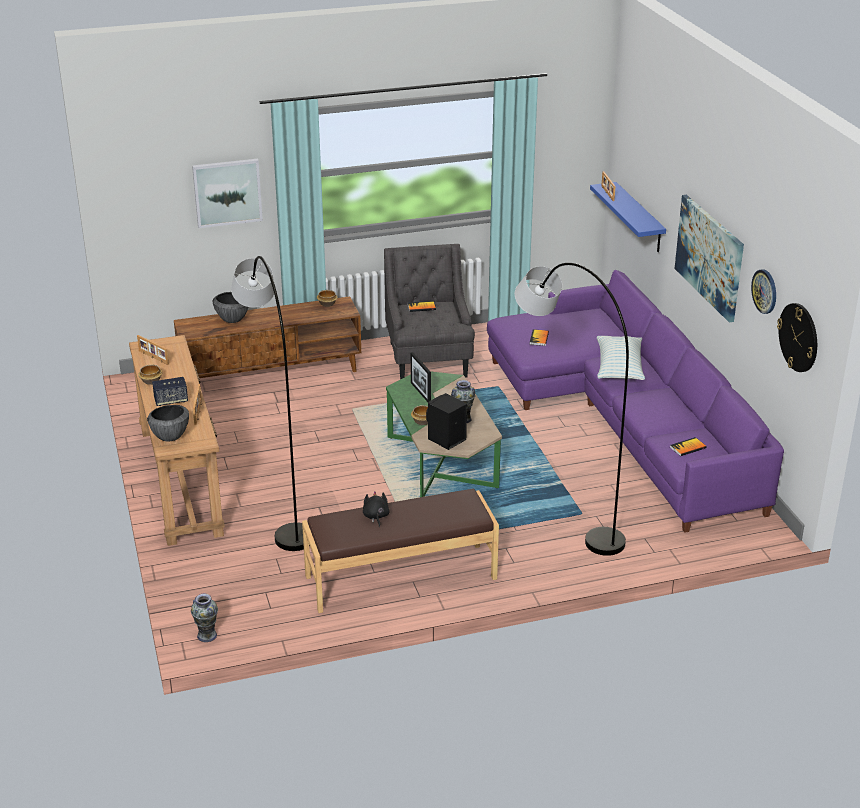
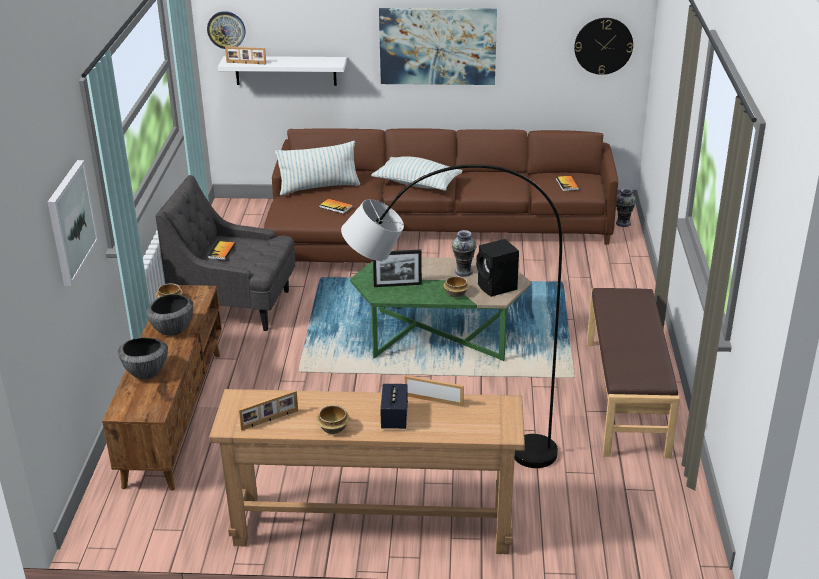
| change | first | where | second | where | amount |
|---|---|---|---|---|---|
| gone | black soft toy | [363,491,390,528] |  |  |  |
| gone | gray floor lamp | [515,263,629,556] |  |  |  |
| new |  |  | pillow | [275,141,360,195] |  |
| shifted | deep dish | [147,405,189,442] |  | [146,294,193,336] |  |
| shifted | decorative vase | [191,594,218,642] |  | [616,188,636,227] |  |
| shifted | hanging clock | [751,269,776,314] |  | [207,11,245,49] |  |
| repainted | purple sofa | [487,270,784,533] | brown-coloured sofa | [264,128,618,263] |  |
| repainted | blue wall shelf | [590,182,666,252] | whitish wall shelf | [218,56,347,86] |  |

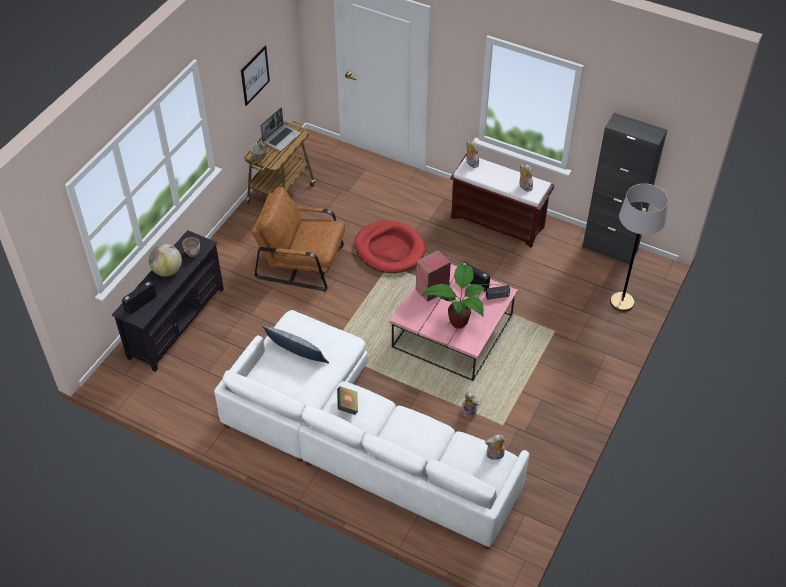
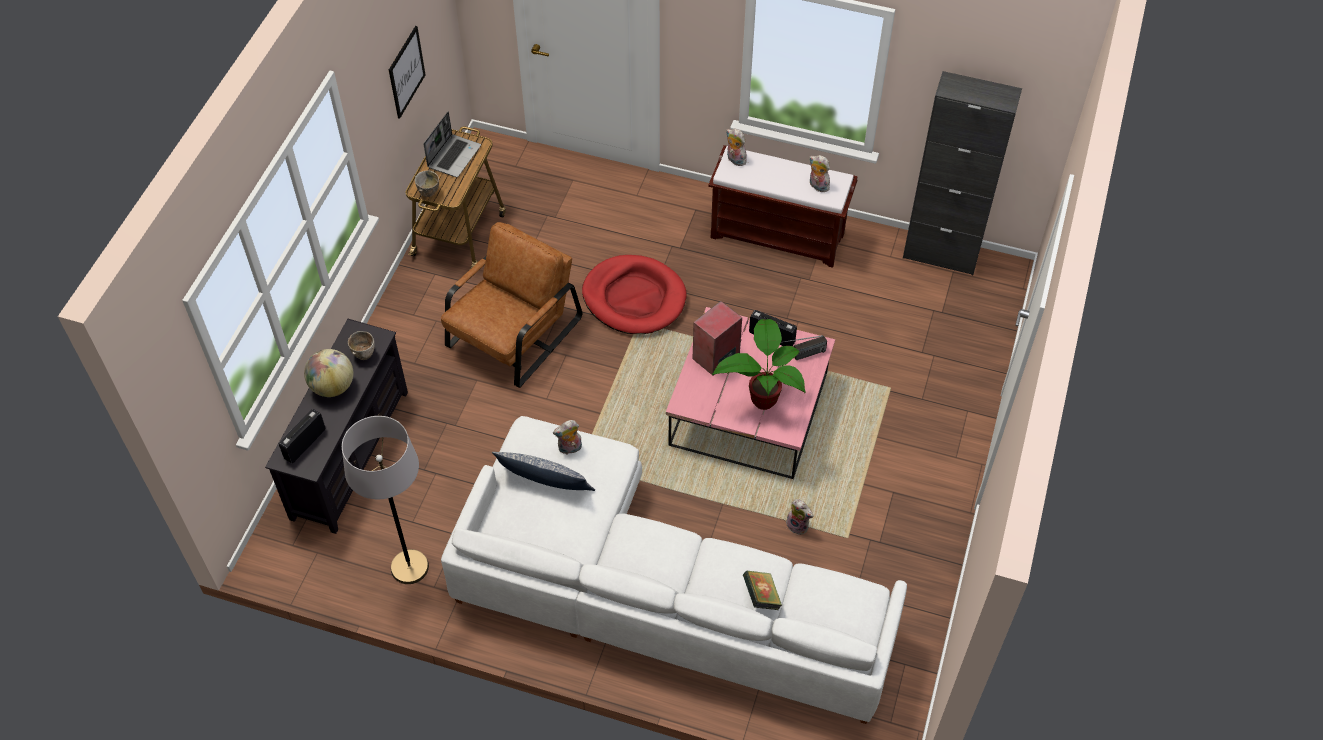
| change | first | where | second | where | amount |
|---|---|---|---|---|---|
| shifted | volume | [337,386,358,415] |  | [743,571,782,610] |  |
| shifted | soft toy | [485,435,505,460] |  | [553,420,582,455] |  |
| shifted | gray floor lamp | [610,183,668,312] |  | [342,416,429,584] |  |
| rotated | brown-coloured easy chair | [252,187,345,291] |  | [441,222,582,388] | 120 degrees clockwise |

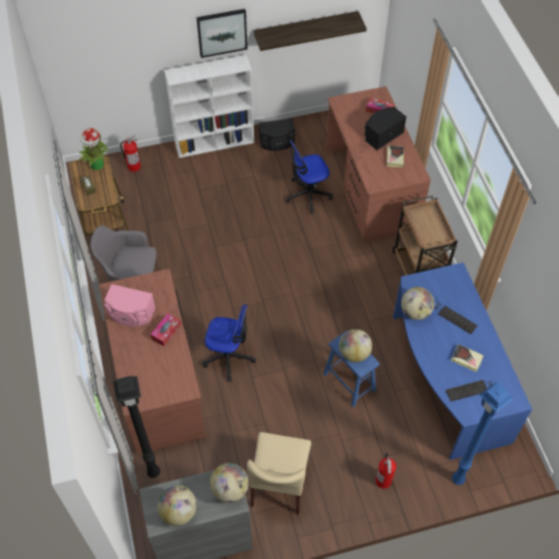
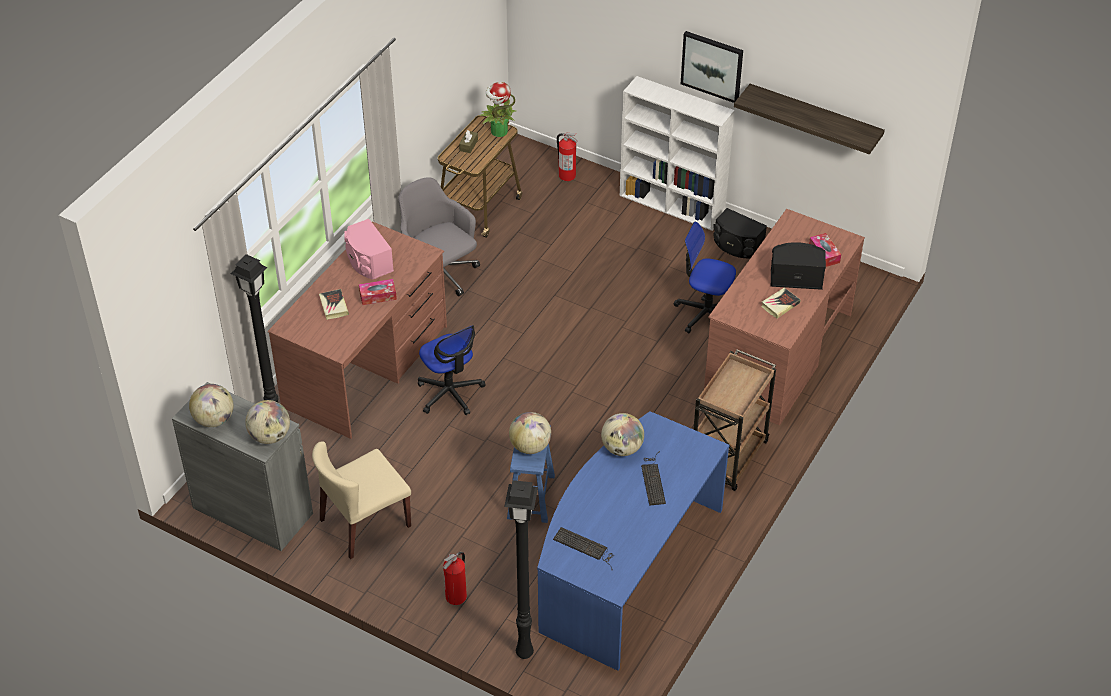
| change | first | where | second | where | amount |
|---|---|---|---|---|---|
| shifted | volume | [451,344,484,372] |  | [319,289,349,320] |  |
| repainted | blue floor lamp | [452,382,514,485] | black floor lamp | [504,480,538,659] |  |

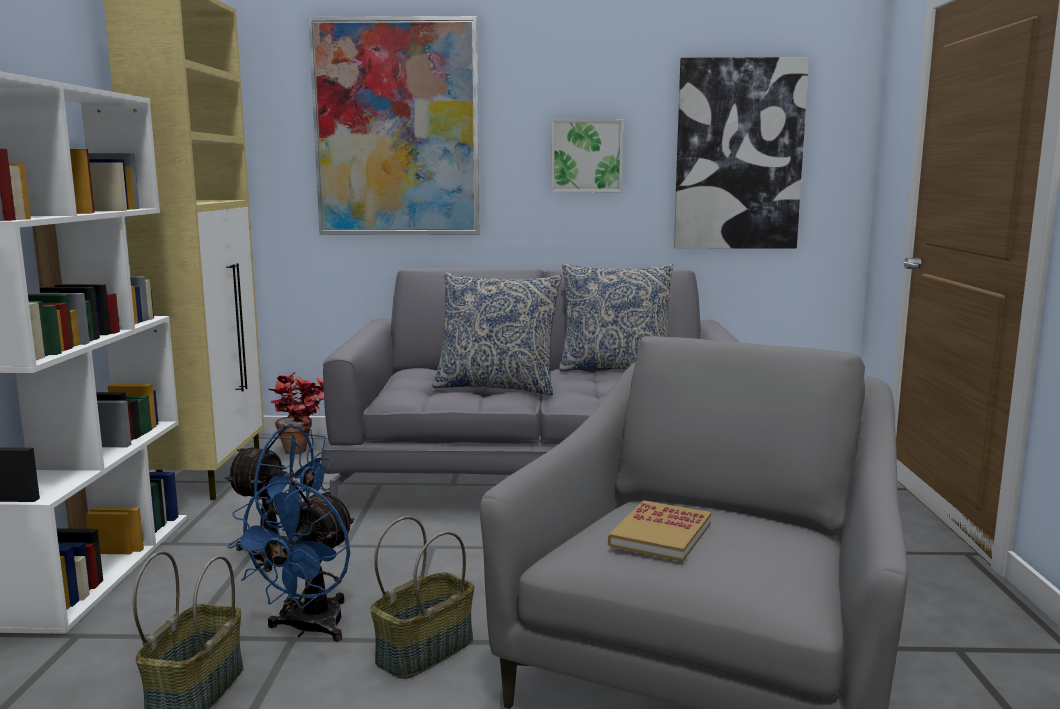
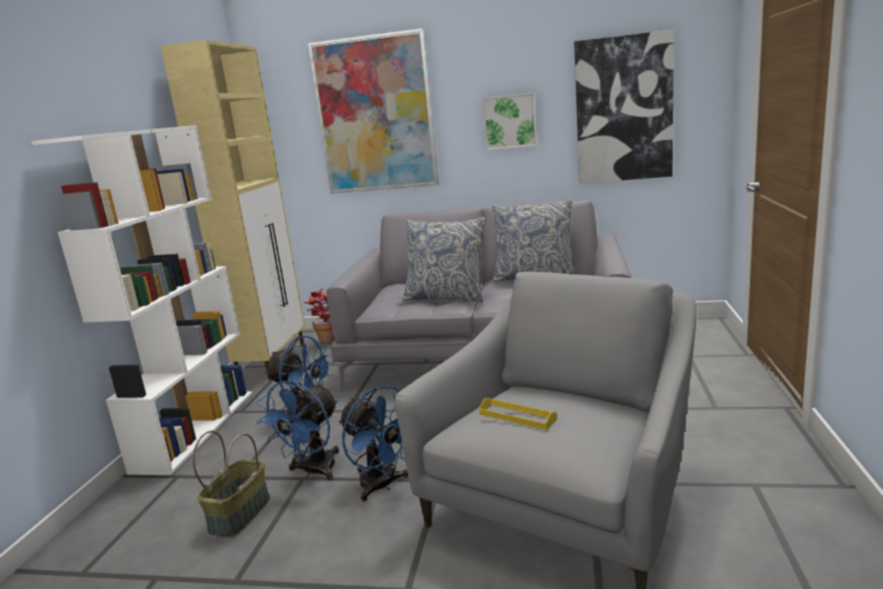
| change | first | where | second | where | amount |
|---|---|---|---|---|---|
| swapped | basket | [370,516,474,679] | blue fan | [339,386,408,502] |  |
| swapped | volume | [608,500,711,562] | yellowish serving tray | [479,398,557,430] |  |

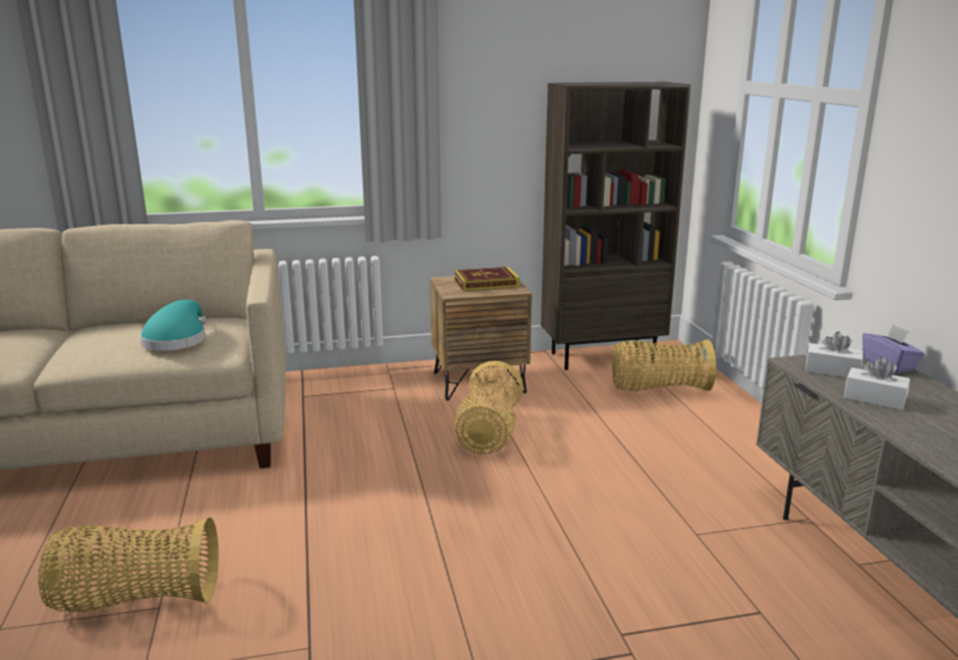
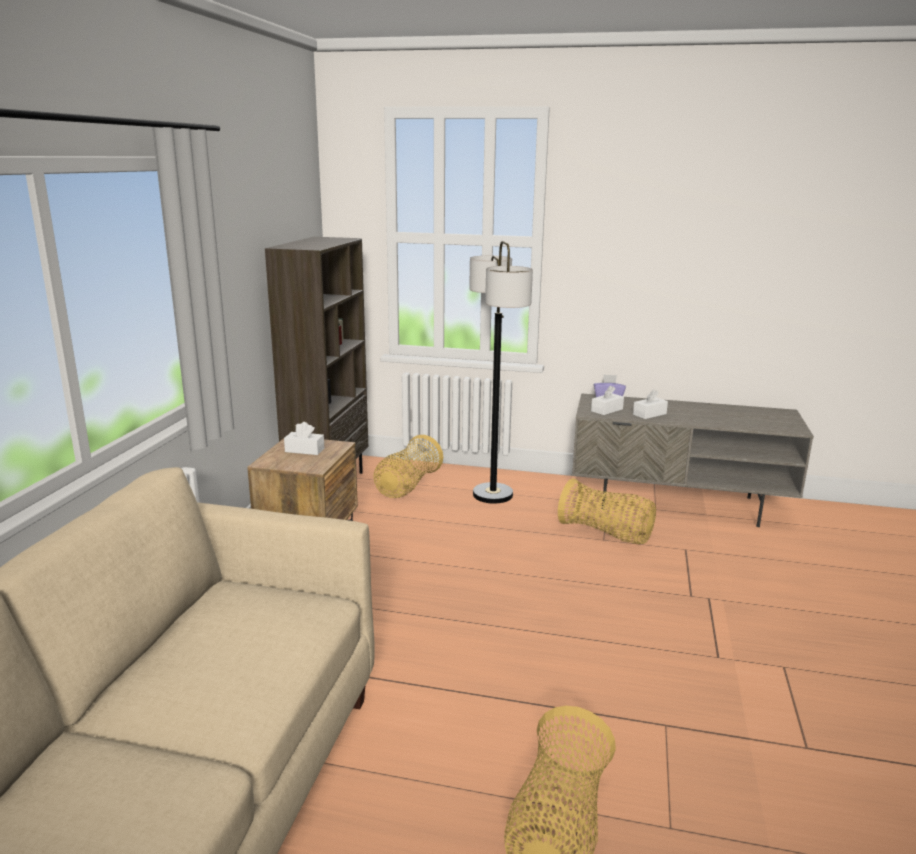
| change | first | where | second | where | amount |
|---|---|---|---|---|---|
| gone | turquoise-coloured hat | [140,300,207,351] |  |  |  |
| new |  |  | floor lamp | [469,241,533,504] |  |
| shifted | basket | [454,361,524,454] |  | [558,478,656,544] |  |
| swapped | volume | [454,267,520,291] | whitish box of tissues | [284,422,324,455] |  |

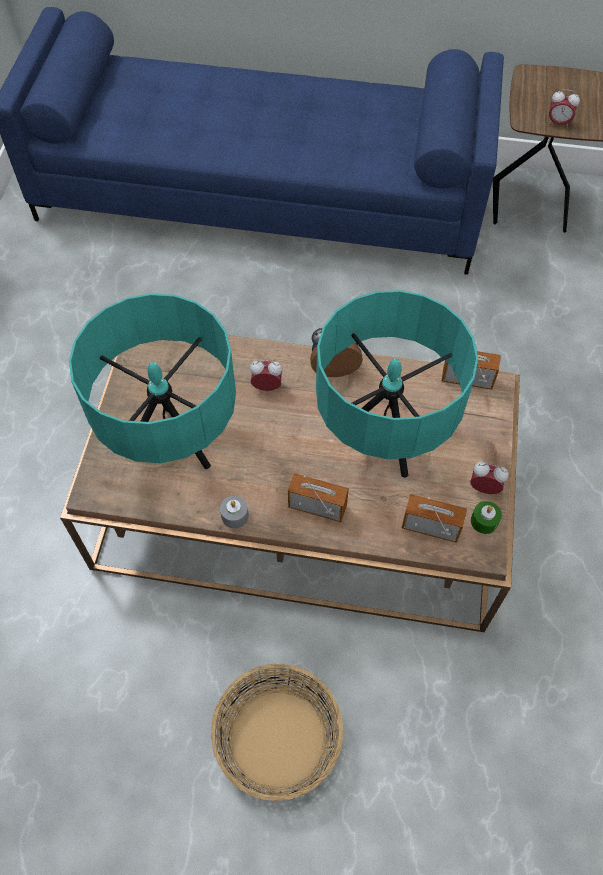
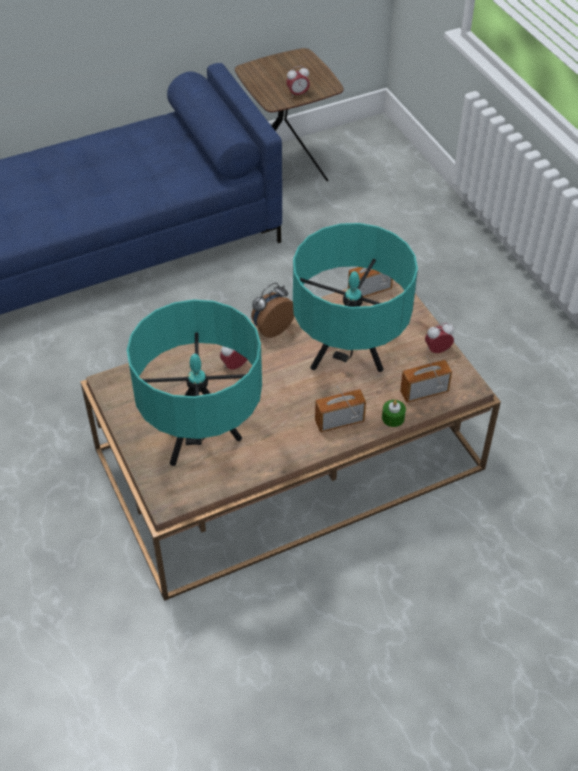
| change | first | where | second | where | amount |
|---|---|---|---|---|---|
| gone | basket | [211,664,343,801] |  |  |  |
| gone | gray wax light | [220,496,249,528] |  |  |  |
| shifted | green wax light | [471,501,502,534] |  | [382,400,406,427] |  |

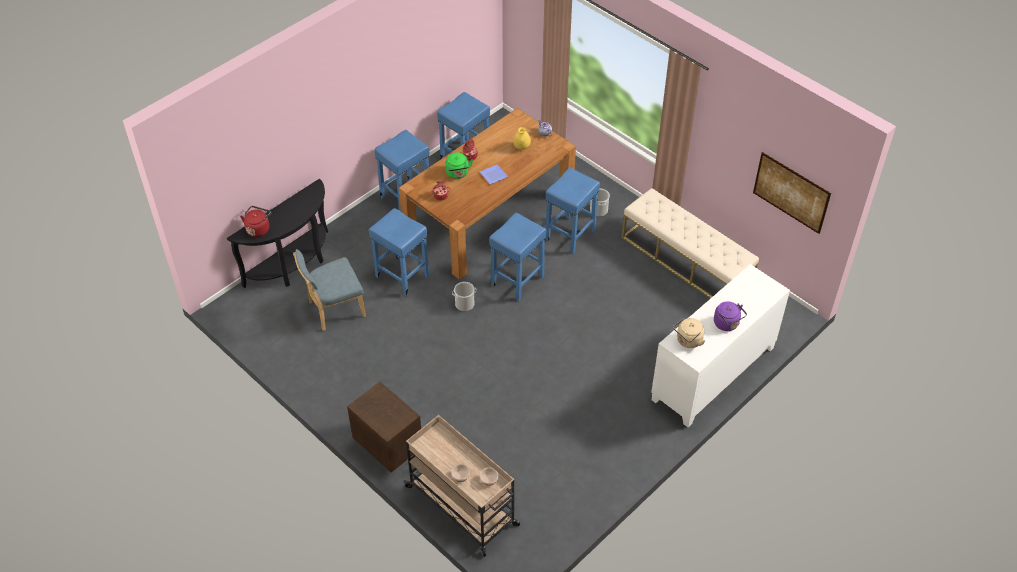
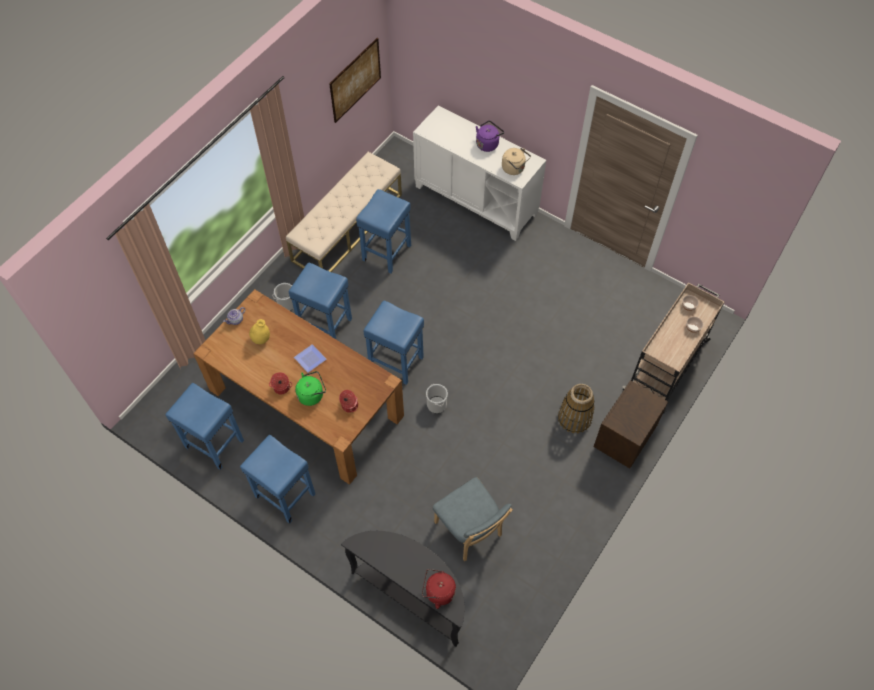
| change | first | where | second | where | amount |
|---|---|---|---|---|---|
| new |  |  | basket | [558,384,595,433] |  |
| shifted | blue stool | [369,208,429,296] |  | [356,189,411,273] |  |

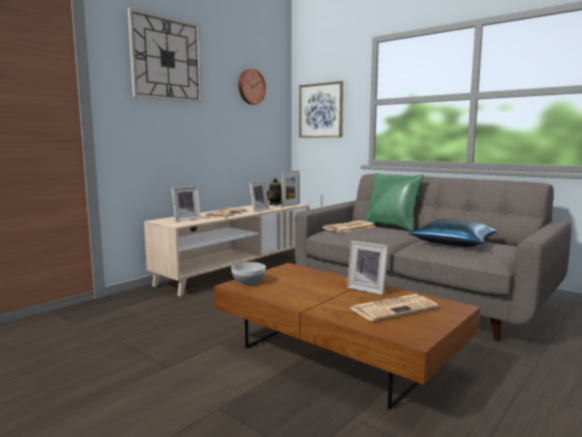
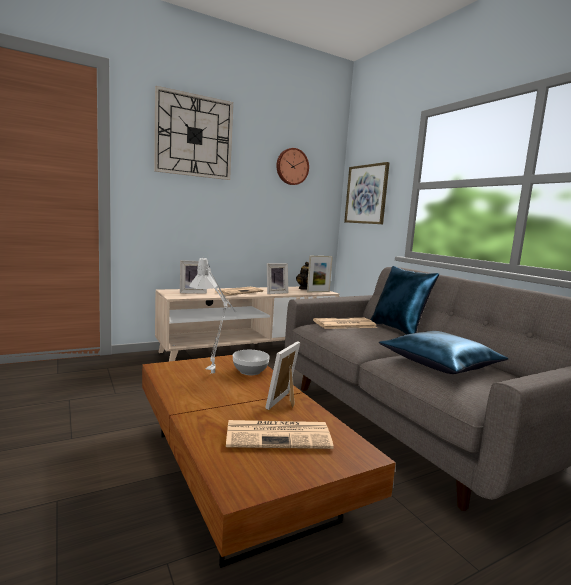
| change | first | where | second | where | amount |
|---|---|---|---|---|---|
| new |  |  | gray lamp for a table | [189,258,236,375] |  |
| shifted | deep dish | [231,262,266,285] |  | [233,350,270,375] |  |
| repainted | green pillow | [364,173,424,231] | blue pillow | [370,266,439,335] |  |
| rotated | picture frame | [347,241,389,295] |  | [265,341,300,410] | 60 degrees clockwise |

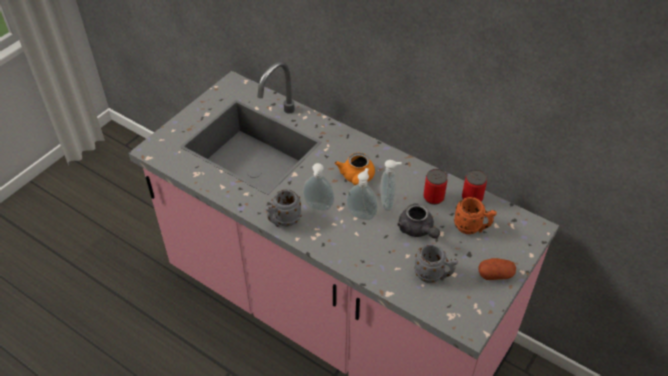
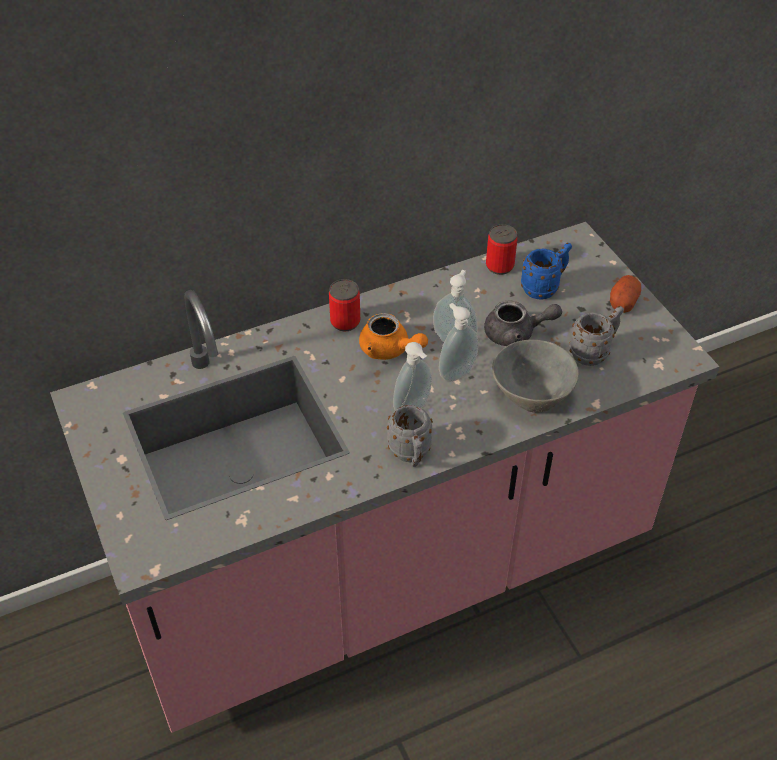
| change | first | where | second | where | amount |
|---|---|---|---|---|---|
| new |  |  | gray deep dish | [492,340,579,413] |  |
| shifted | metal can | [423,169,448,205] |  | [329,279,360,331] |  |
| repainted | orange-coloured coffee mug | [454,197,497,234] | blue coffee mug | [521,243,572,300] |  |

